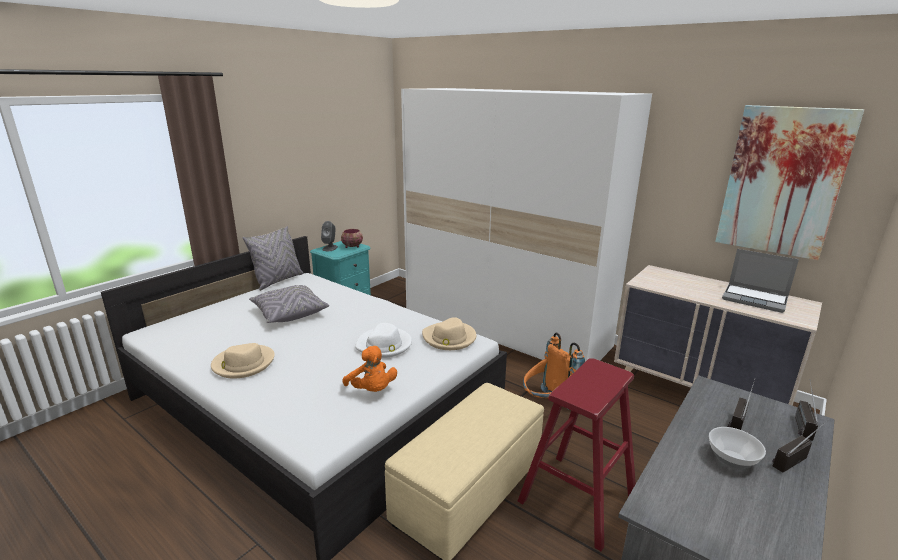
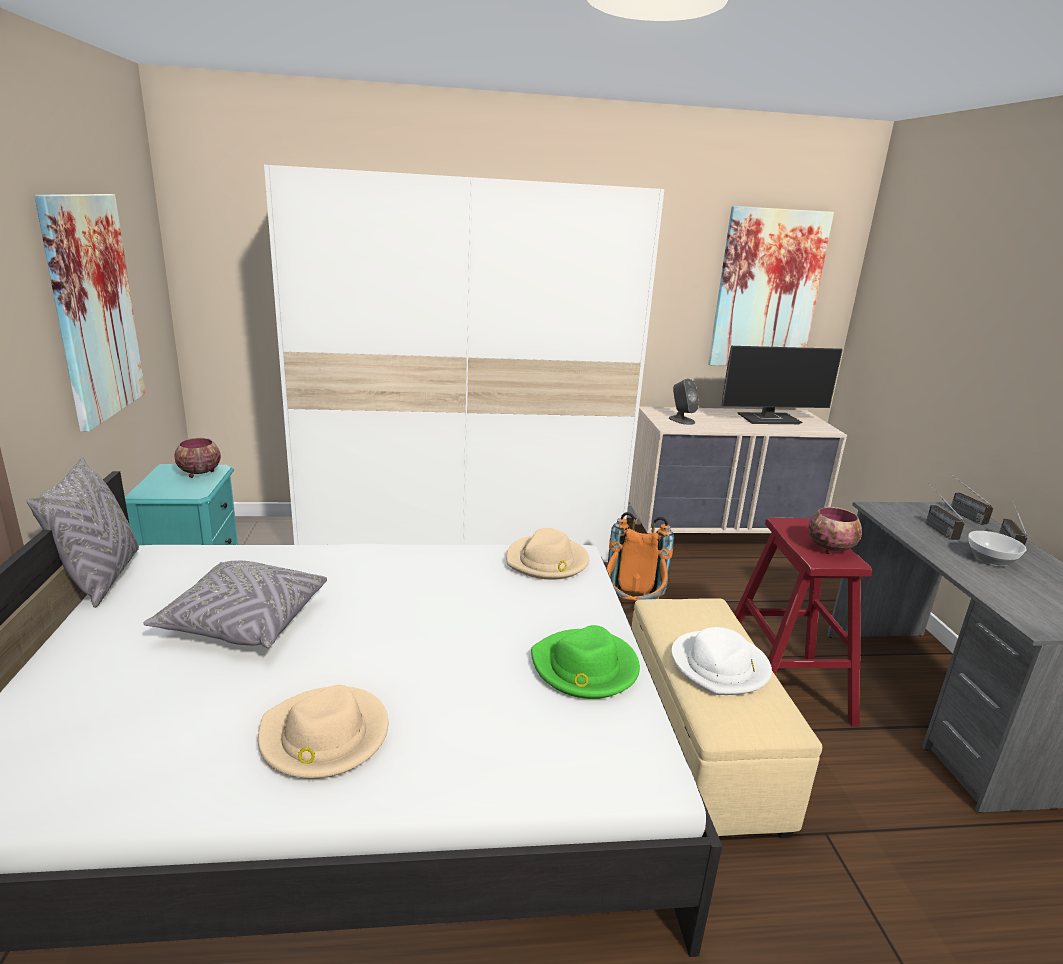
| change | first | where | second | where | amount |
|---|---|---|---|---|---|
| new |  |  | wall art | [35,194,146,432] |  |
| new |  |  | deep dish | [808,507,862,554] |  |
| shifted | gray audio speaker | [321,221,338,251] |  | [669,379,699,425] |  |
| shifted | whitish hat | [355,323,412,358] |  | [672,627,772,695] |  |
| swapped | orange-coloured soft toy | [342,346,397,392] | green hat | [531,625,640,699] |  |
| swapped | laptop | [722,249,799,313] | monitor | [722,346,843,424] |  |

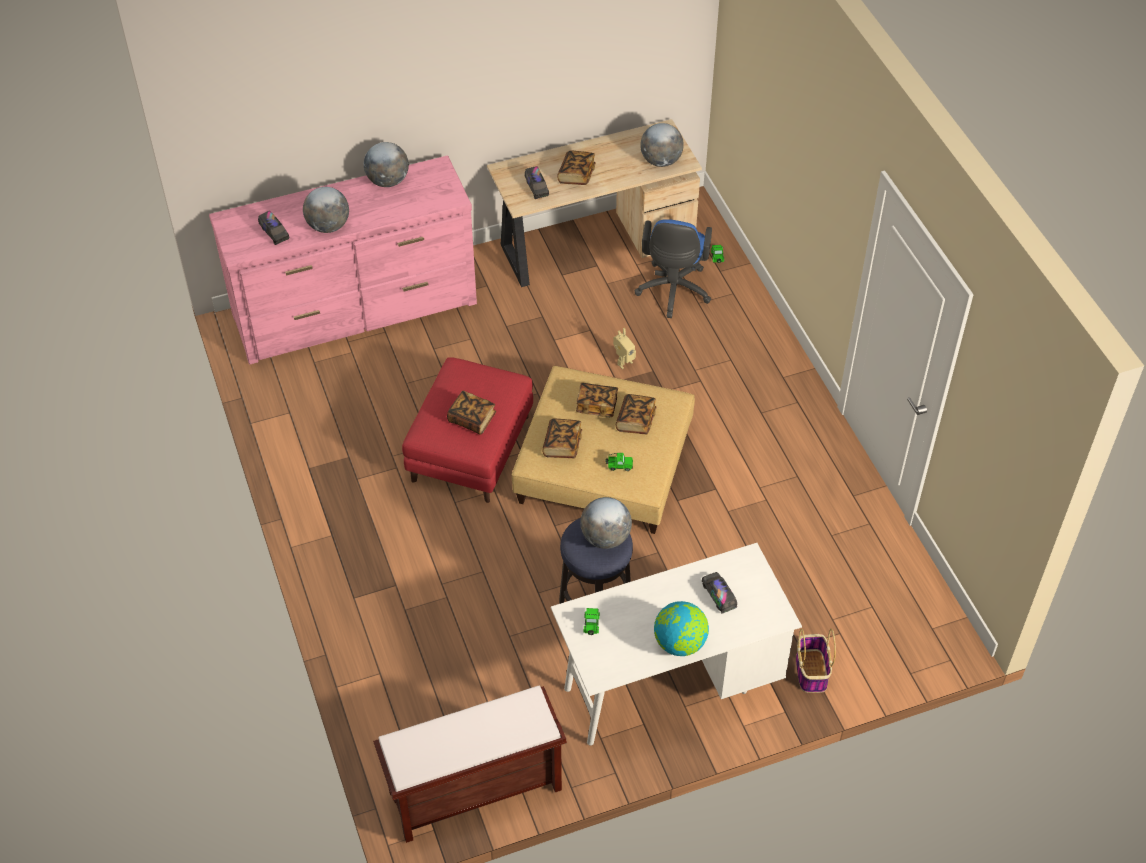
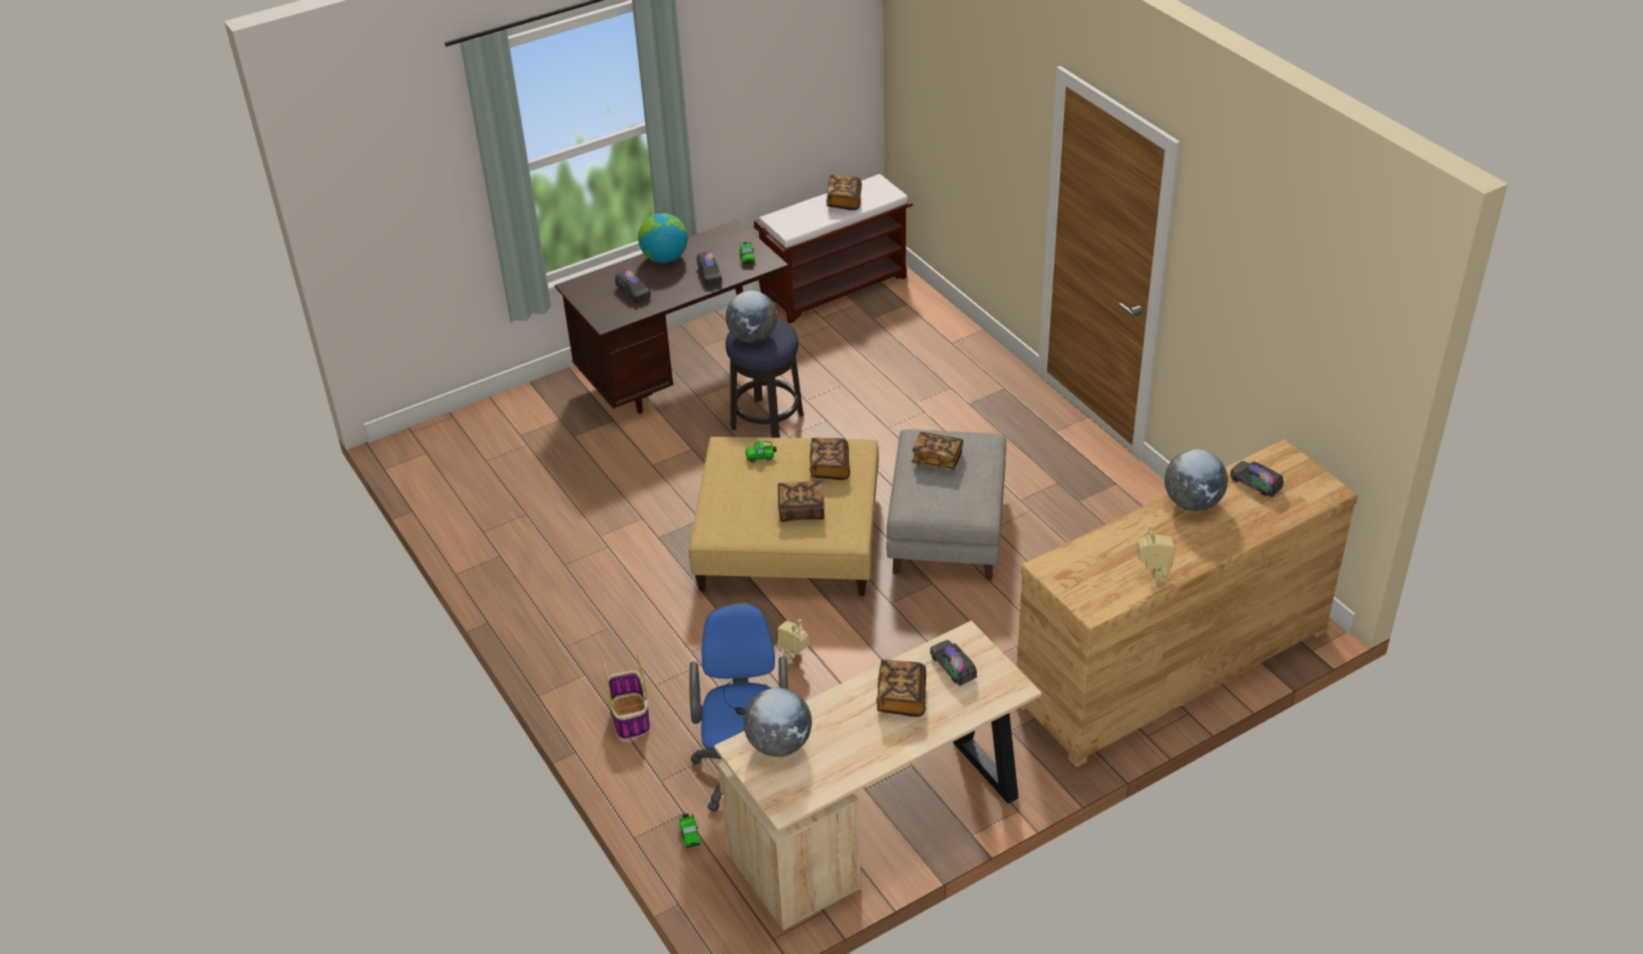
| change | first | where | second | where | amount |
|---|---|---|---|---|---|
| new |  |  | toy truck | [697,251,722,286] |  |
| shifted | volume | [616,394,657,434] |  | [826,175,862,210] |  |
| shifted | basket | [796,629,836,693] |  | [602,654,650,740] |  |
| swapped | desk globe | [364,142,409,187] | toy robot | [1136,525,1175,583] |  |
| repainted | pink drawer chest | [209,155,477,364] | brown-coloured drawer chest | [1017,439,1358,767] |  |
| repainted | reddish ottoman | [402,357,533,503] | gray ottoman | [887,429,1006,581] |  |
| repainted | whitish desk | [551,543,802,745] | brown-coloured desk | [555,220,788,414] |  |

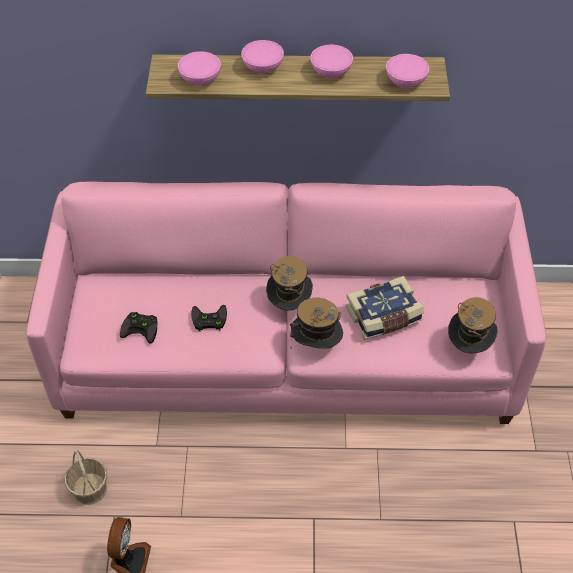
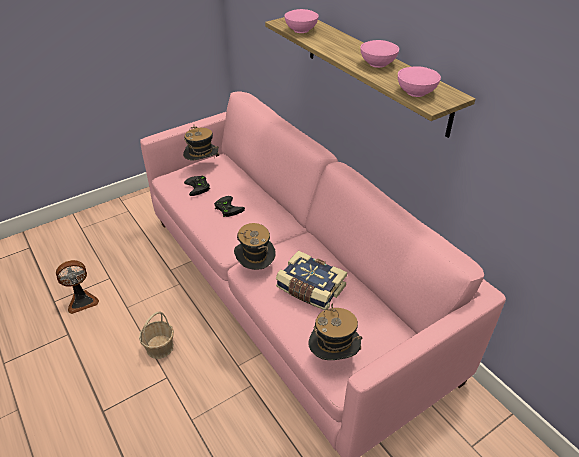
| change | first | where | second | where | amount |
|---|---|---|---|---|---|
| gone | pink deep dish | [241,40,284,74] |  |  |  |
| shifted | basket | [64,450,107,505] |  | [139,311,174,359] |  |
| shifted | hat | [266,256,313,310] |  | [183,125,219,161] |  |

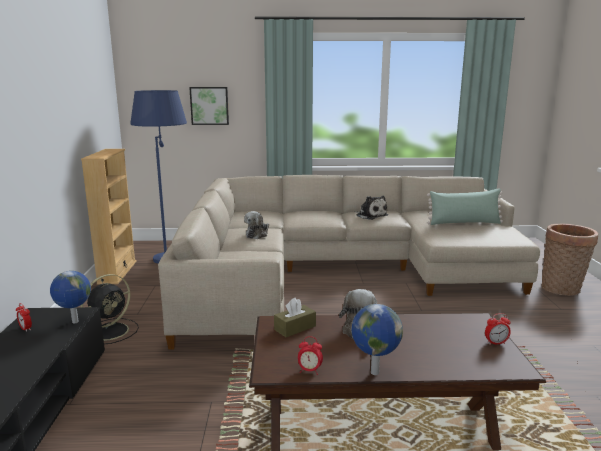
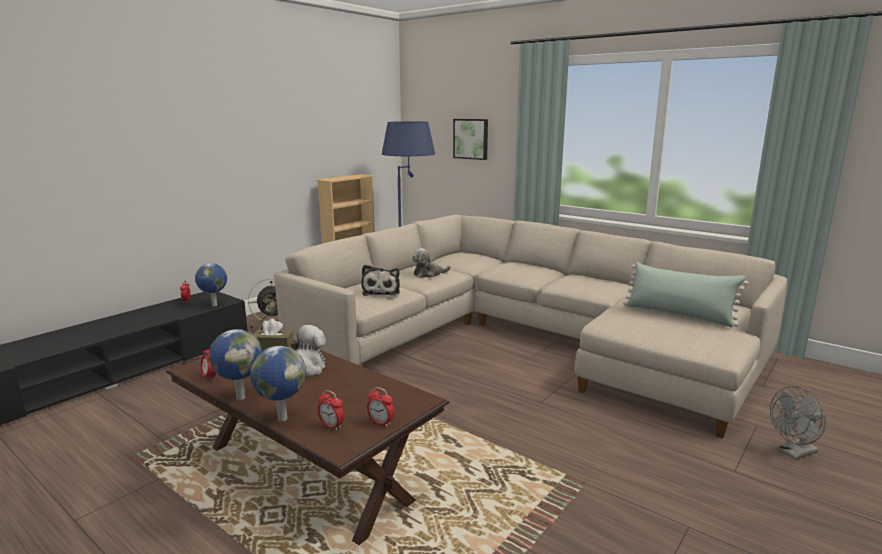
| change | first | where | second | where | amount |
|---|---|---|---|---|---|
| new |  |  | desk globe | [250,346,306,421] |  |
| new |  |  | bedside clock | [318,390,344,431] |  |
| shifted | soft toy | [355,196,388,220] |  | [362,265,400,296] |  |
| swapped | basket | [541,224,598,296] | gray fan | [770,386,826,459] |  |

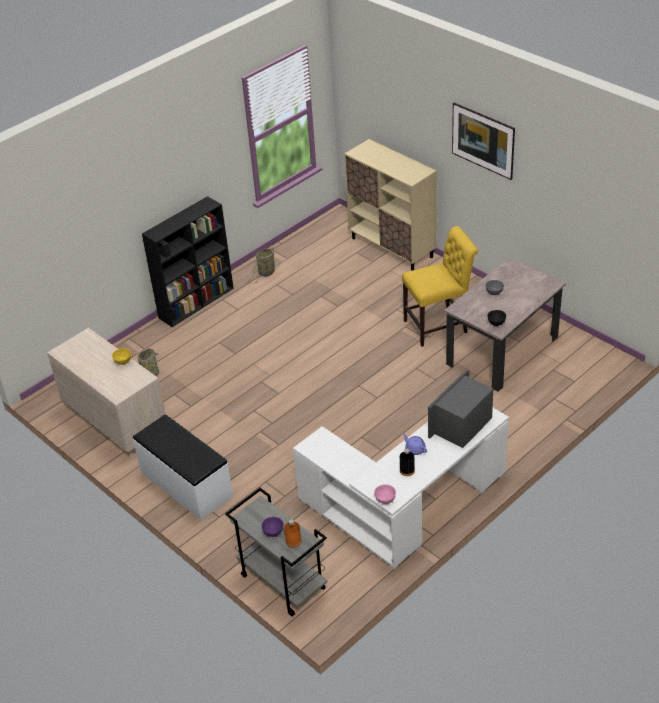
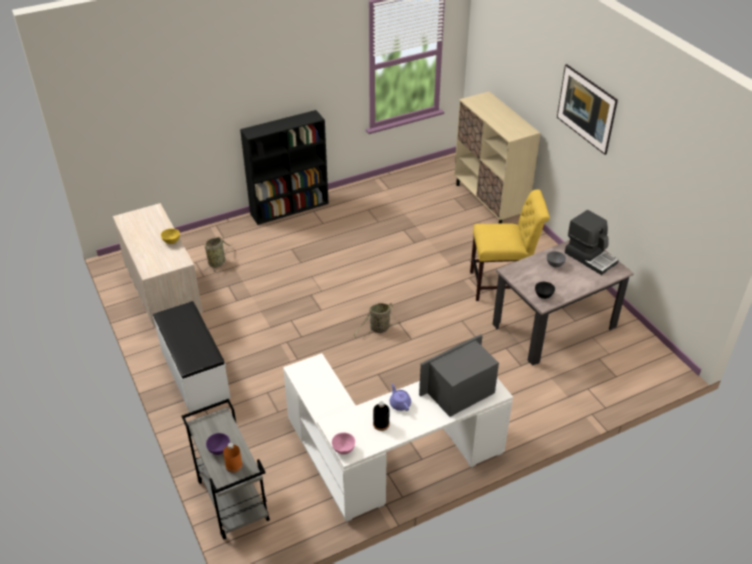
| change | first | where | second | where | amount |
|---|---|---|---|---|---|
| new |  |  | coffee maker | [565,210,619,275] |  |
| shifted | basket | [248,247,280,284] |  | [354,303,398,339] |  |

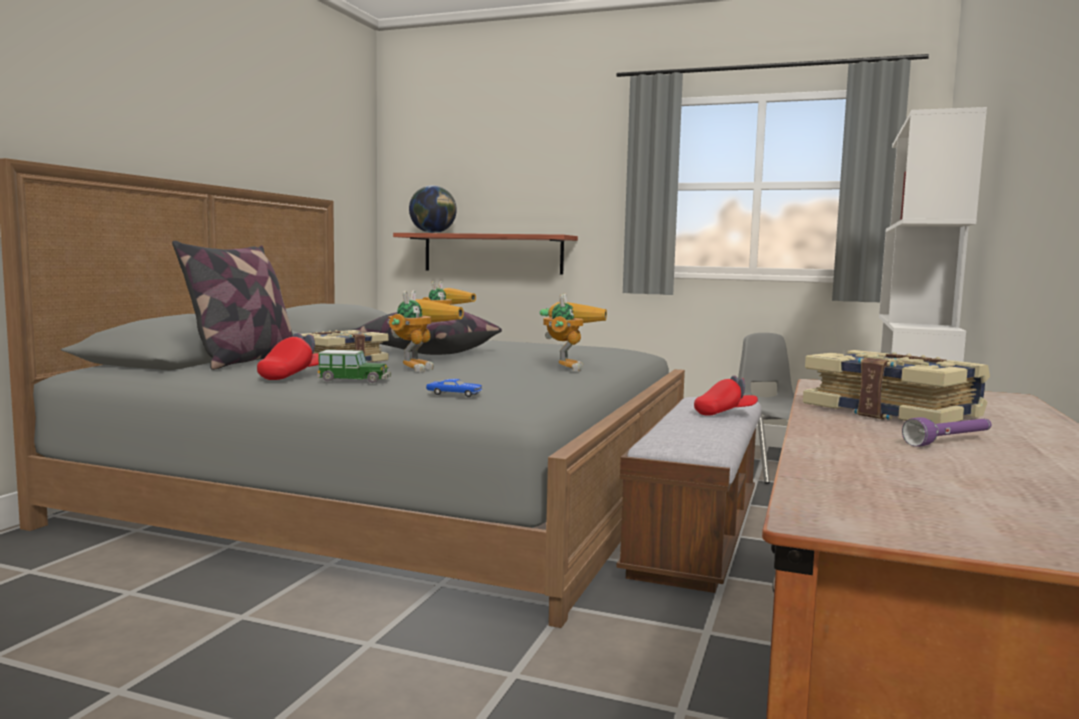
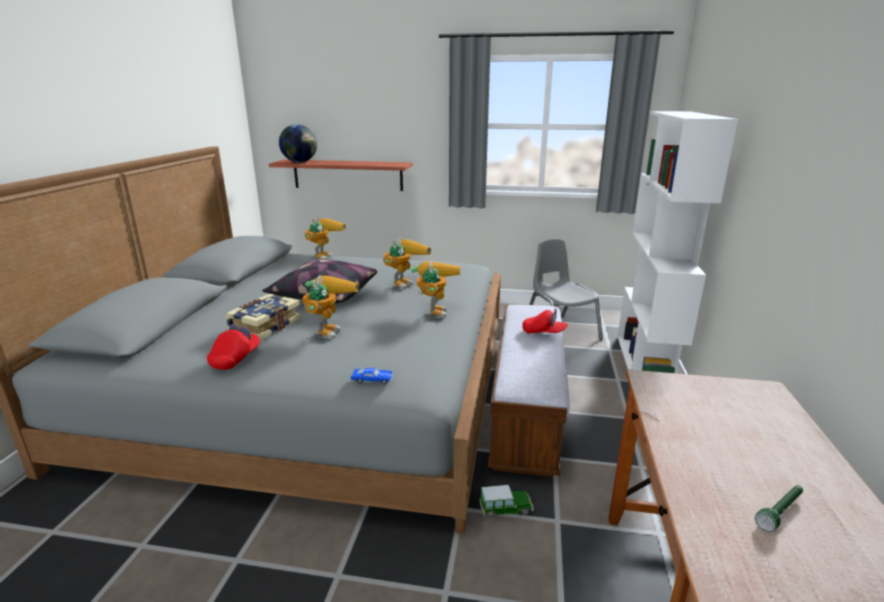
| change | first | where | second | where | amount |
|---|---|---|---|---|---|
| gone | pillow | [172,241,293,370] |  |  |  |
| gone | volume | [803,350,990,424] |  |  |  |
| new |  |  | toy robot | [383,237,431,290] |  |
| shifted | model car | [317,350,391,383] |  | [479,485,534,517] |  |
| repainted | purple flashlight | [902,417,991,447] | green flashlight | [755,485,803,532] |  |
| rotated | reddish baseball cap | [694,376,758,416] |  | [522,308,568,334] | 45 degrees clockwise |

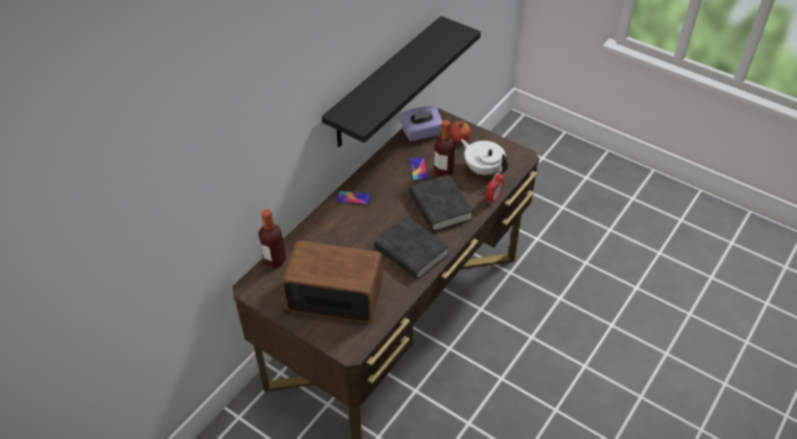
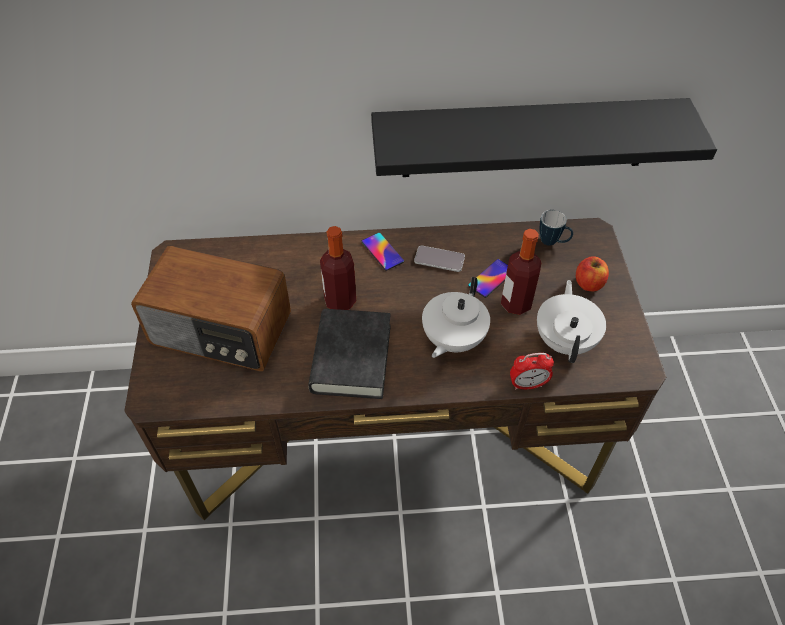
| change | first | where | second | where | amount |
|---|---|---|---|---|---|
| new |  |  | handset | [414,246,465,272] |  |
| shifted | bottle | [258,209,286,268] |  | [320,226,356,310] |  |
| swapped | purple box of tissues | [399,106,442,141] | coffee mug | [539,210,573,246] |  |
| swapped | black volume | [409,174,473,232] | whitish teapot | [422,277,490,358] |  |
| rotated | radio | [281,241,383,323] |  | [131,246,291,371] | 135 degrees clockwise |

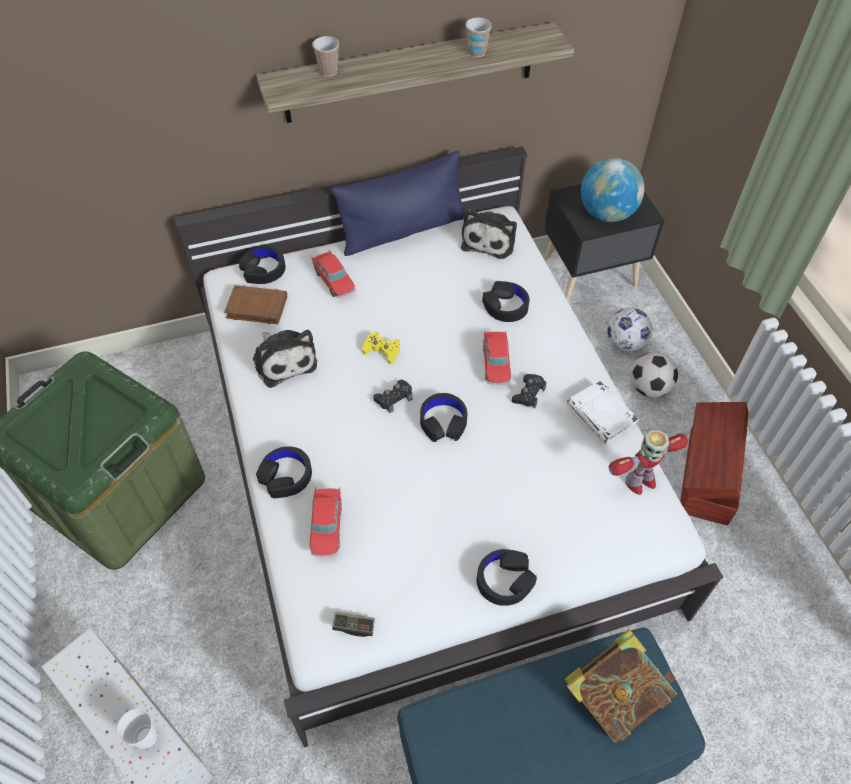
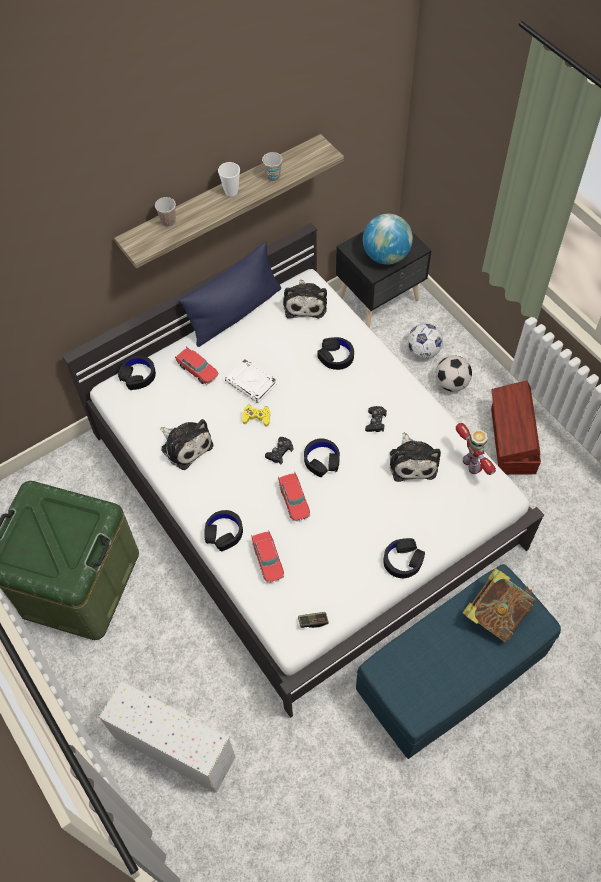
| change | first | where | second | where | amount |
|---|---|---|---|---|---|
| gone | brown-coloured volume | [224,285,287,324] |  |  |  |
| new |  |  | soft toy | [390,432,441,482] |  |
| shifted | small cup | [117,708,157,749] |  | [218,162,240,196] |  |
| shifted | model car | [483,331,511,385] |  | [278,472,311,521] |  |
| shifted | whitish volume | [567,381,639,445] |  | [225,359,277,403] |  |
| rotated | toy robot | [609,430,688,495] |  | [456,423,496,475] | 75 degrees counterclockwise |

